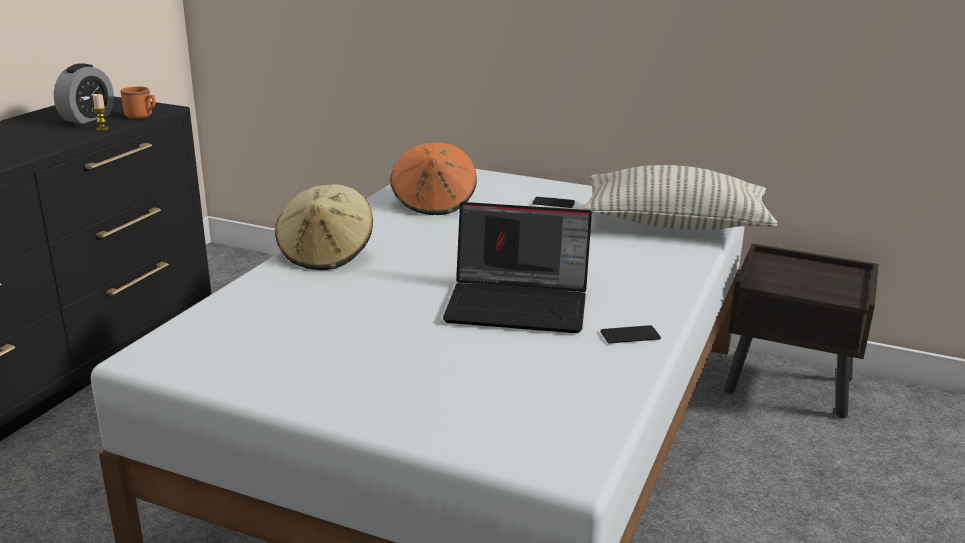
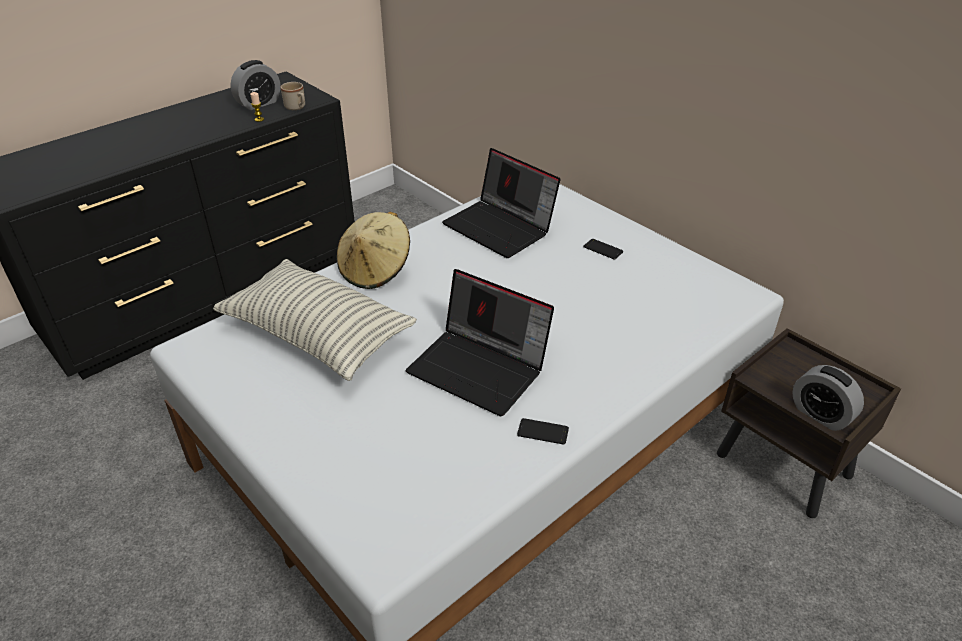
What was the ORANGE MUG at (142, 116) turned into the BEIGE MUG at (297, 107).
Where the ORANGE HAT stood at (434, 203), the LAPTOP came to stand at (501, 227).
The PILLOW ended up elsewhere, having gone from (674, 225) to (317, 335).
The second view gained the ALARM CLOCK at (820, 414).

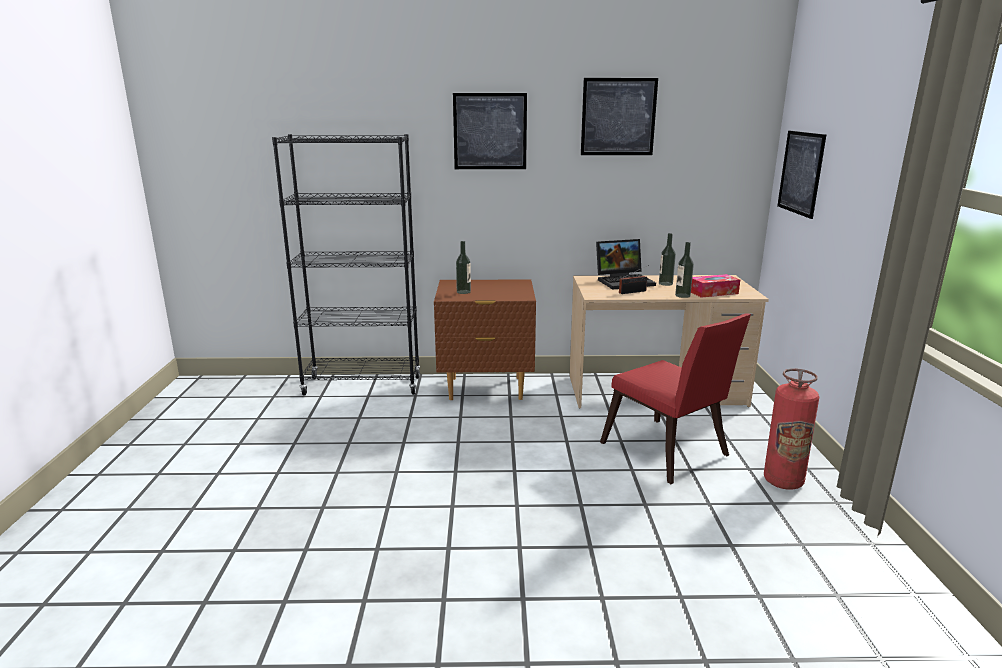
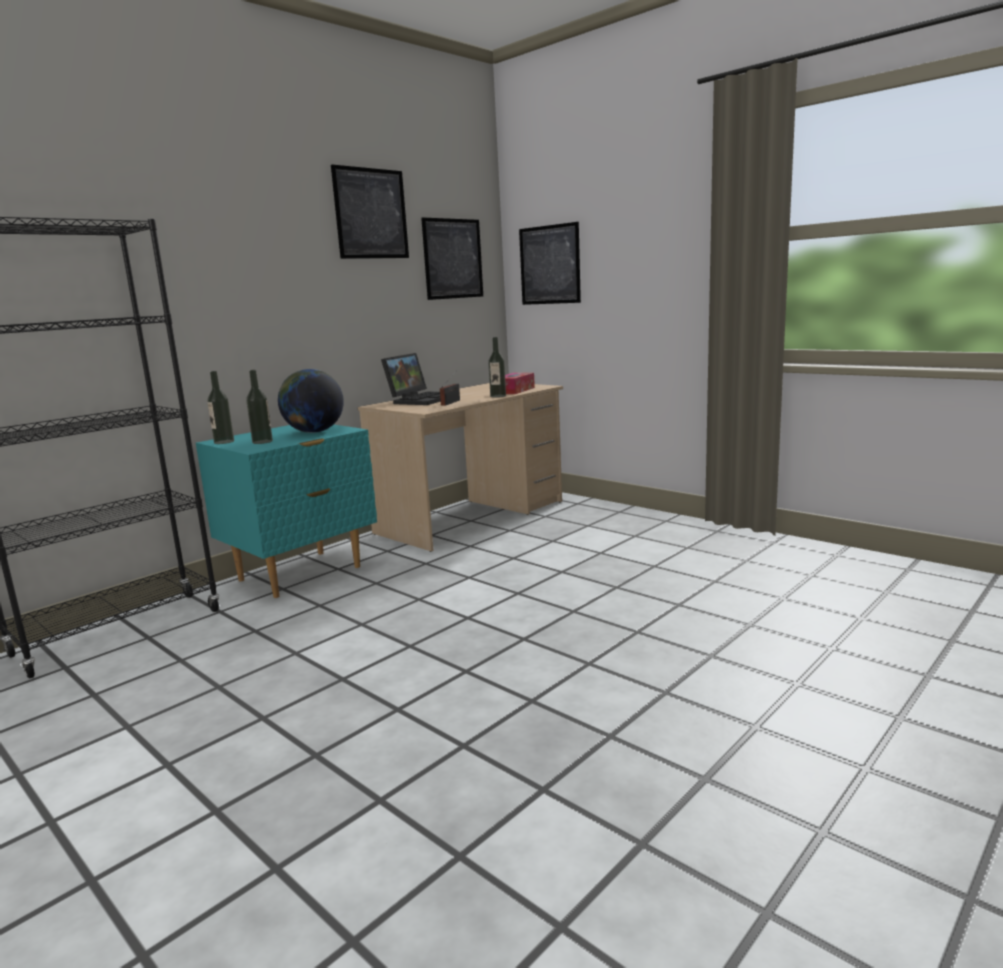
The PICTURE ended up elsewhere, having gone from (490, 131) to (453, 259).
The BOTTLE ended up elsewhere, having gone from (665, 283) to (224, 442).
What was the BROWN NIGHTSTAND at (486, 389) turned into the TURQUOISE NIGHTSTAND at (301, 574).
The second view lost the RED CHAIR at (668, 454).
The second view lost the FIRE EXTINGUISHER at (783, 481).
The second view gained the GLOBE at (314, 432).

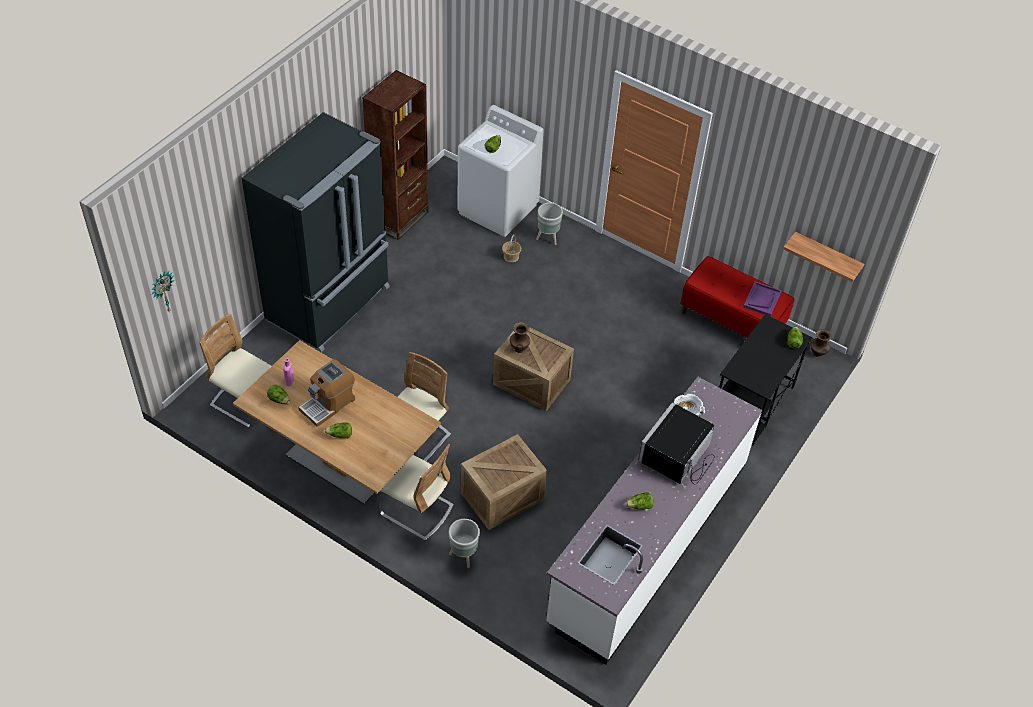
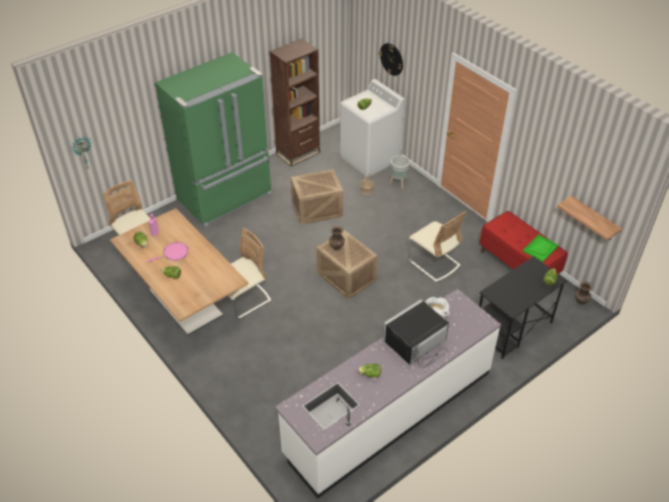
What was the BLACK FRIDGE at (330, 304) turned into the GREEN FRIDGE at (226, 198).
What was the PURPLE TRAY at (762, 299) turned into the GREEN TRAY at (540, 249).
Where the COFFEE MACHINE stood at (328, 404), the PINK FRYING PAN came to stand at (174, 253).
The CRATE ended up elsewhere, having gone from (503, 495) to (317, 209).
The BEIGE CHAIR ended up elsewhere, having gone from (416, 510) to (433, 263).
The second view lost the GREY PLANTER at (463, 556).
The second view gained the WALL CLOCK at (391, 59).

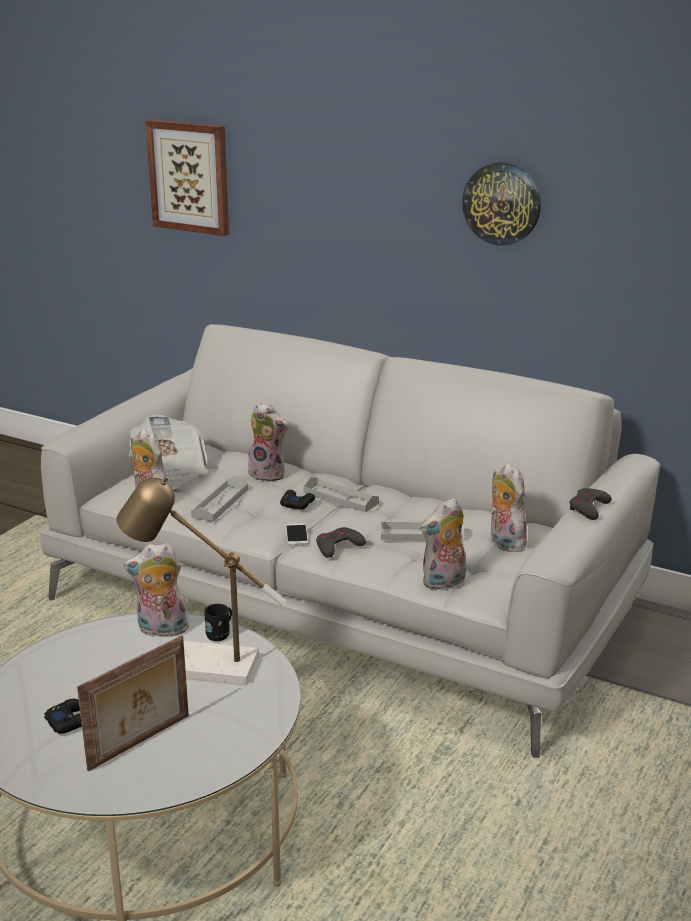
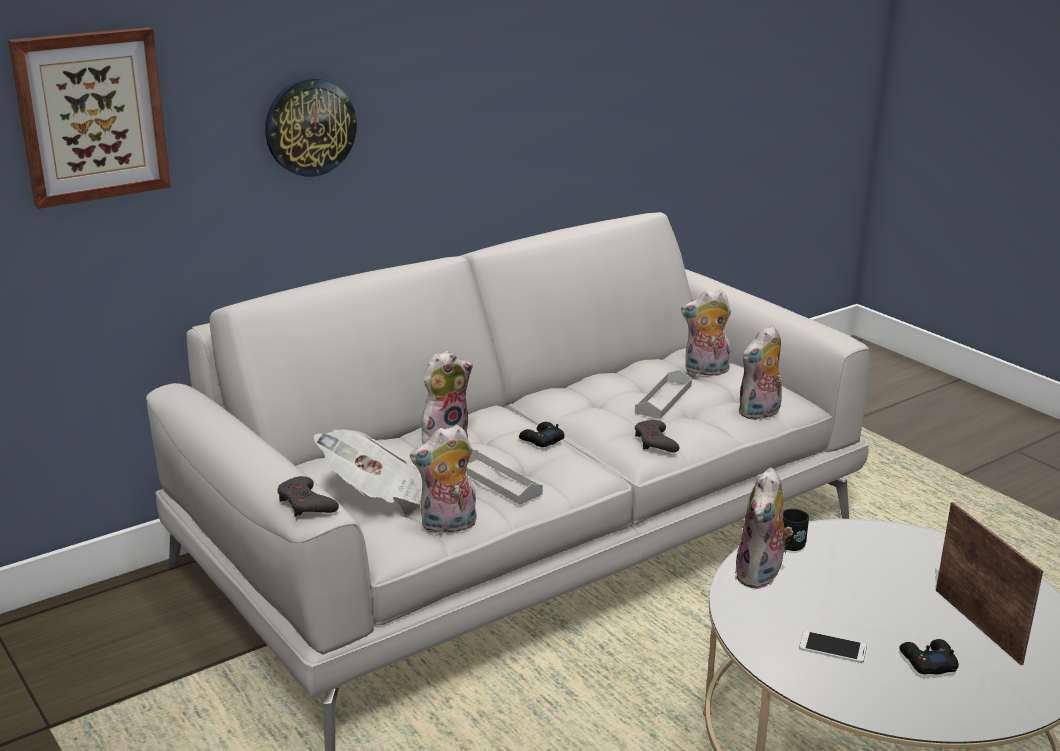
The WALL CLOCK ended up elsewhere, having gone from (502, 203) to (310, 127).
The second view lost the TABLE LAMP at (200, 666).
The second view lost the GREY TRAY at (340, 498).
The GREY GAME CONTROLLER ended up elsewhere, having gone from (588, 508) to (306, 503).
The PLUSH TOY at (444, 583) ended up facing another way, 60 degrees clockwise from before.
The PHONE ended up elsewhere, having gone from (297, 534) to (832, 647).

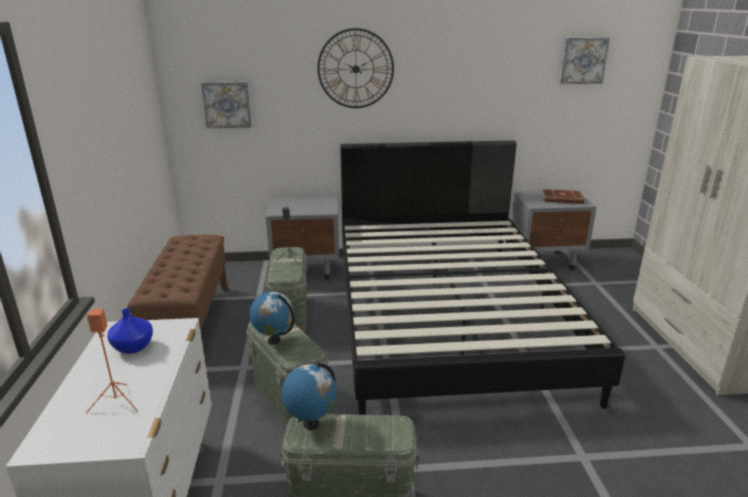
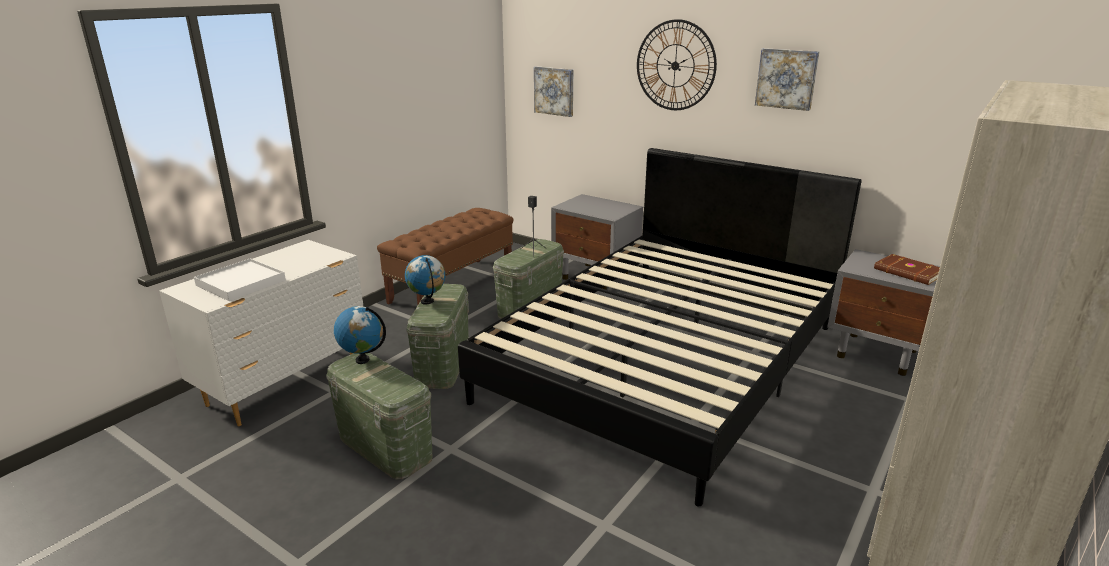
The PICTURE ended up elsewhere, having gone from (582, 60) to (787, 78).
The second view lost the BLUE VASE at (134, 347).
Where the ORANGE SPEAKER stood at (117, 402), the WHITE TRAY came to stand at (241, 283).

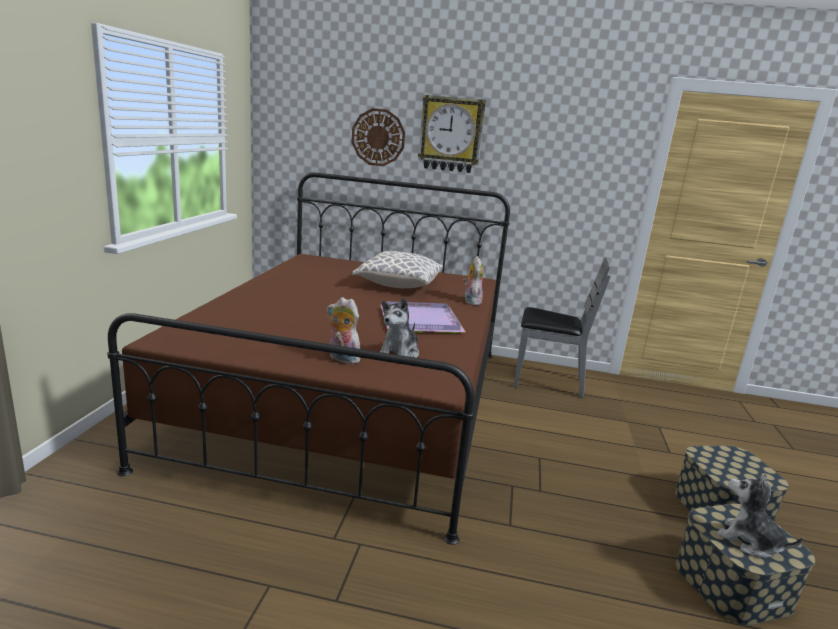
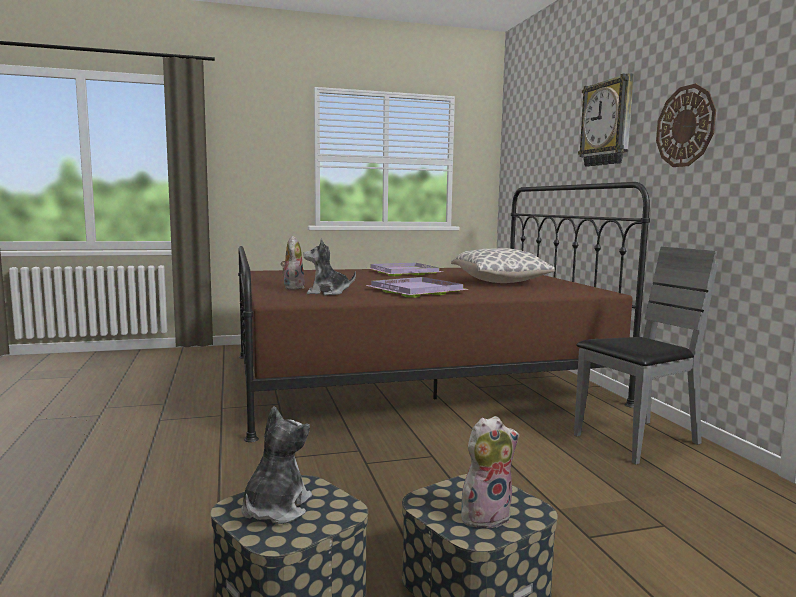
The WALL CLOCK ended up elsewhere, having gone from (378, 137) to (685, 126).
The PLUSH TOY ended up elsewhere, having gone from (471, 301) to (485, 515).
The GREY CHAIR at (547, 382) ended up facing another way, 105 degrees counterclockwise from before.
The second view gained the PURPLE TRAY at (404, 272).

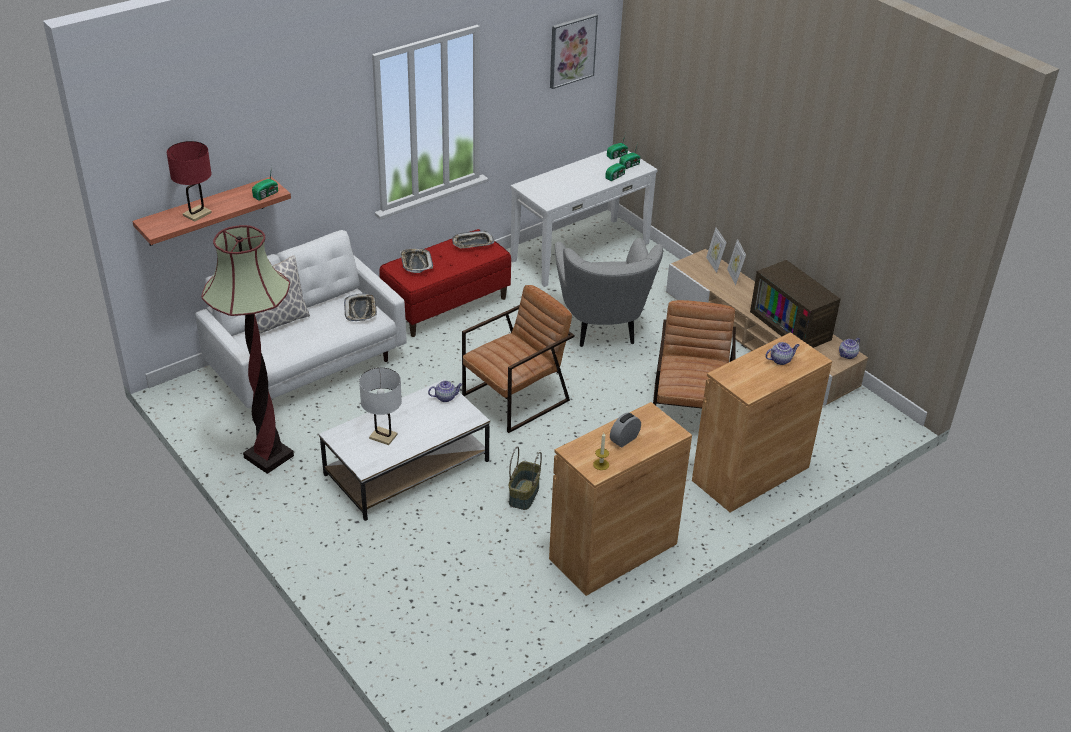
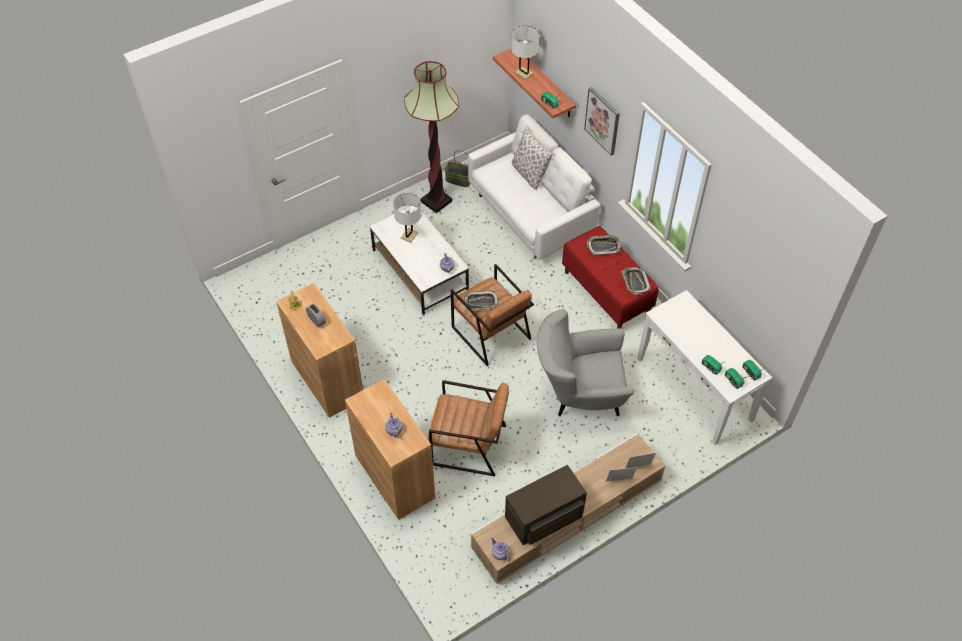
The PICTURE ended up elsewhere, having gone from (572, 50) to (602, 120).
What was the RED TABLE LAMP at (197, 214) turned into the WHITE TABLE LAMP at (523, 73).
The TRAY ended up elsewhere, having gone from (361, 310) to (481, 303).
The BASKET ended up elsewhere, having gone from (524, 495) to (458, 180).

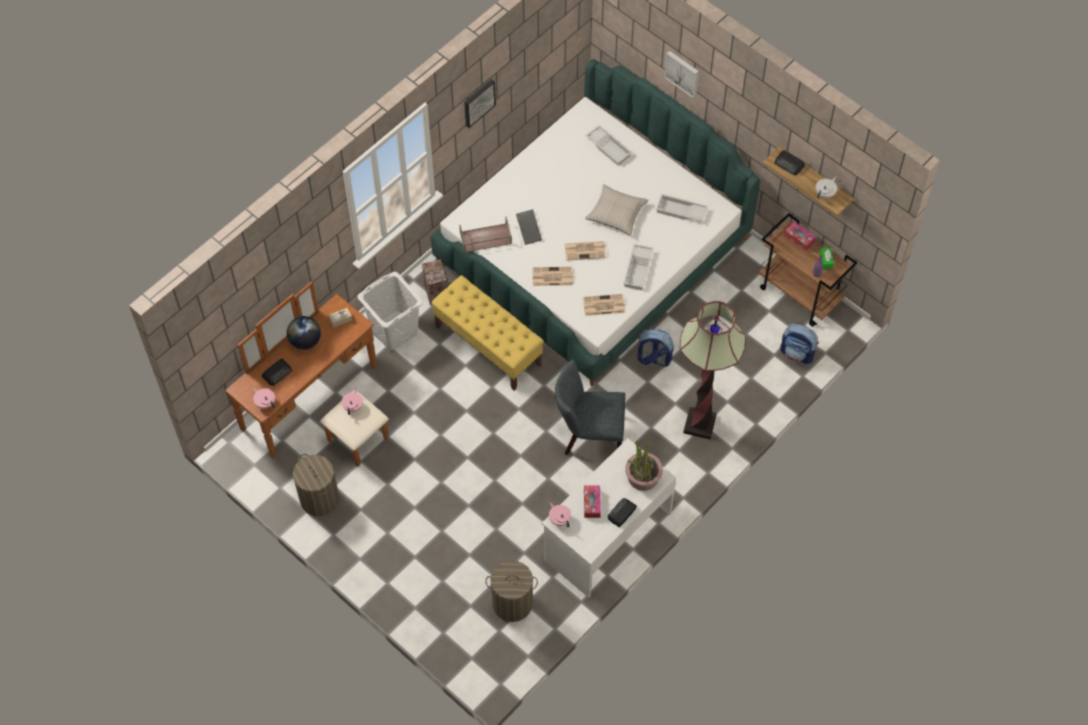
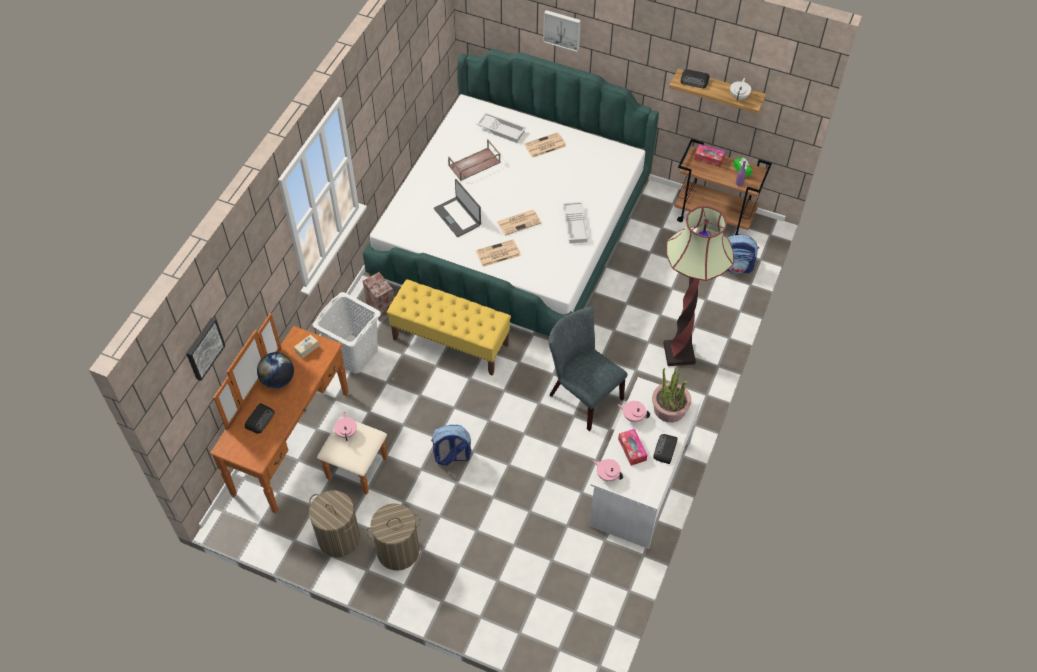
The PICTURE ended up elsewhere, having gone from (478, 102) to (203, 348).
The second view lost the BEIGE PILLOW at (616, 213).
The second view lost the WHITE TRAY at (680, 211).
Where the KEYBOARD stood at (529, 228), the LAPTOP came to stand at (458, 217).
The BROWN TRAY ended up elsewhere, having gone from (485, 238) to (474, 164).
The NEWSPAPER ended up elsewhere, having gone from (603, 305) to (544, 146).
The BACKPACK ended up elsewhere, having gone from (653, 358) to (452, 456).
The GREY CHAIR at (589, 435) ended up facing another way, 60 degrees clockwise from before.
The PINK TEAPOT ended up elsewhere, having gone from (265, 402) to (633, 416).
The LAUNDRY BASKET ended up elsewhere, having gone from (512, 603) to (398, 551).

